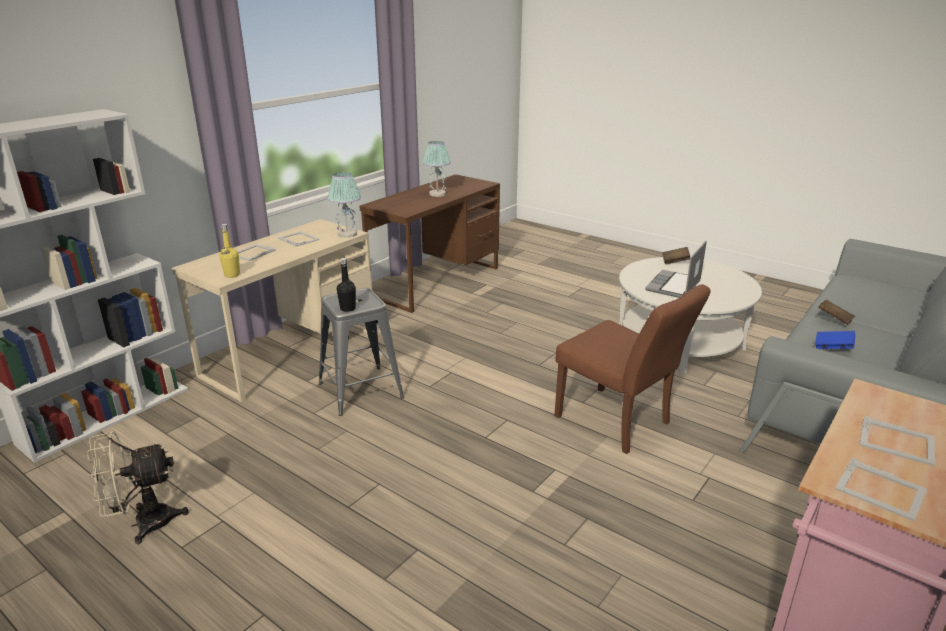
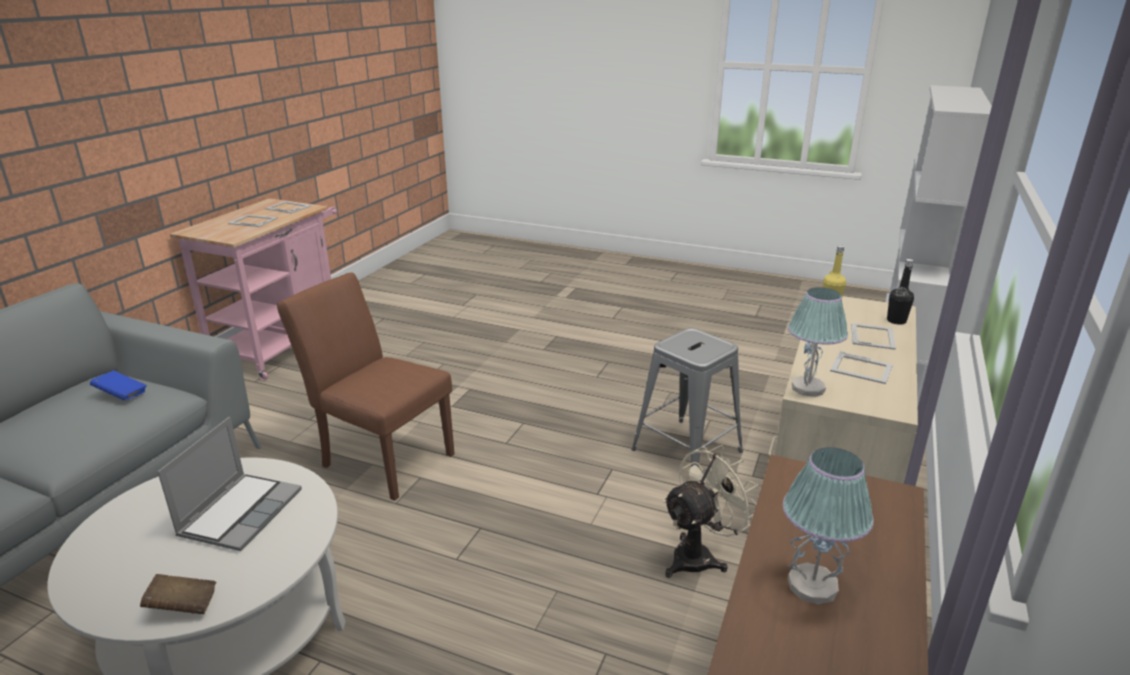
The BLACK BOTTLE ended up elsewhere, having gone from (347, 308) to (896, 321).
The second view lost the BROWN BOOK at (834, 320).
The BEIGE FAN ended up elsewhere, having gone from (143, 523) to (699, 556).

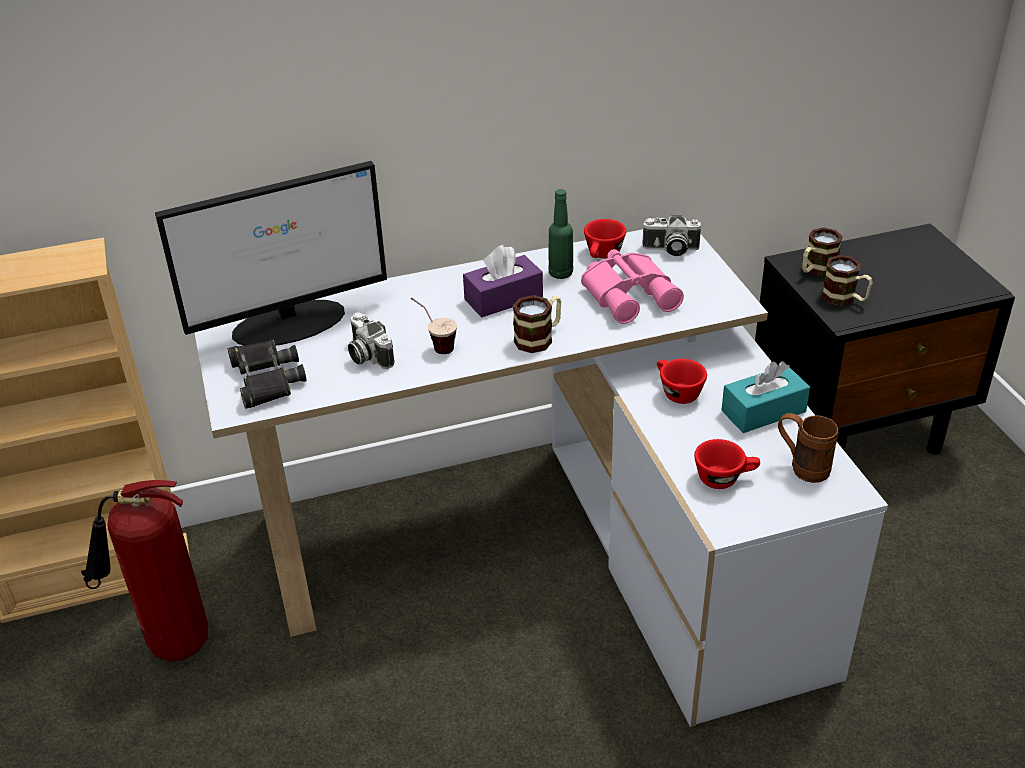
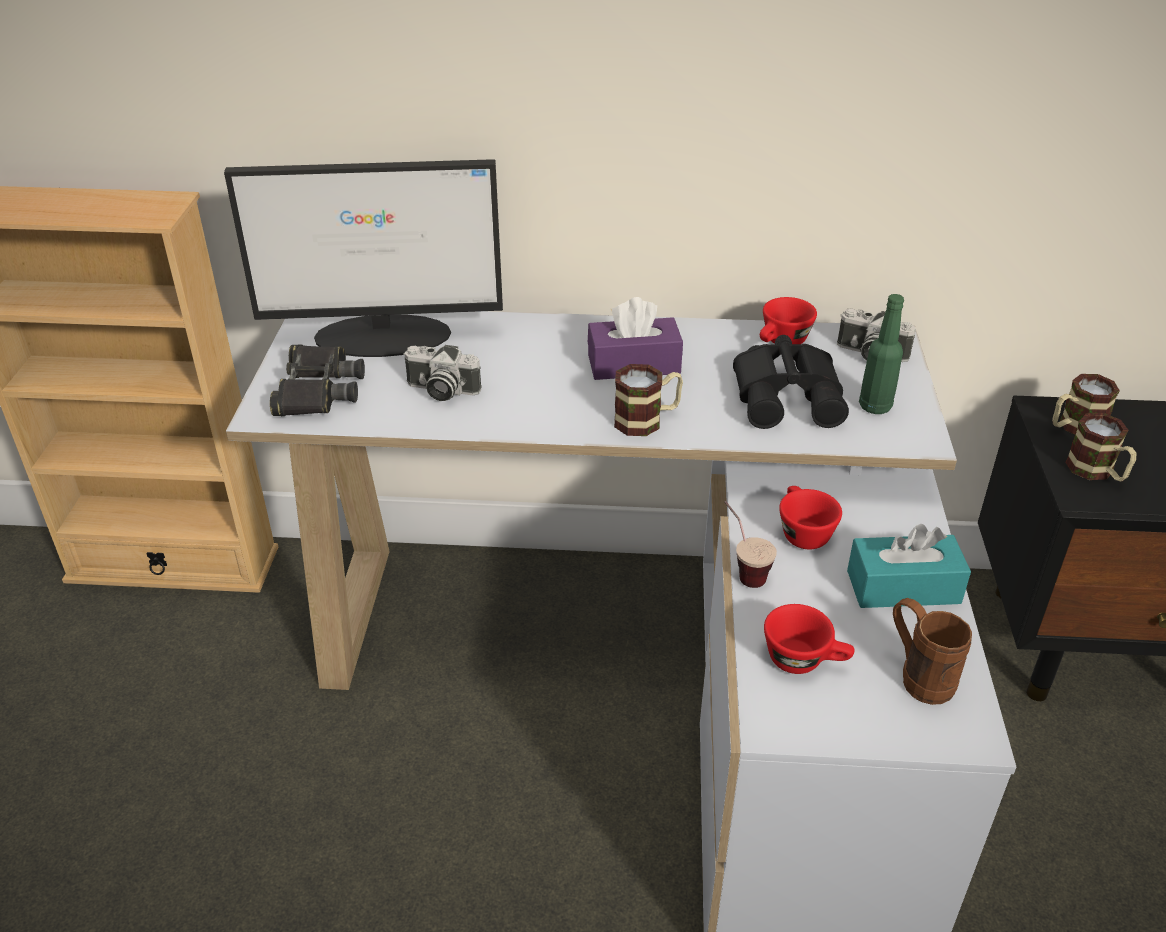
The GREEN BOTTLE ended up elsewhere, having gone from (560, 273) to (874, 406).
What was the PINK BINOCULARS at (630, 294) turned into the BLACK BINOCULARS at (789, 395).
The CUP ended up elsewhere, having gone from (434, 345) to (742, 570).
The PHOTO CAMERA at (367, 355) ended up facing another way, 60 degrees counterclockwise from before.
The second view lost the FIRE EXTINGUISHER at (172, 645).

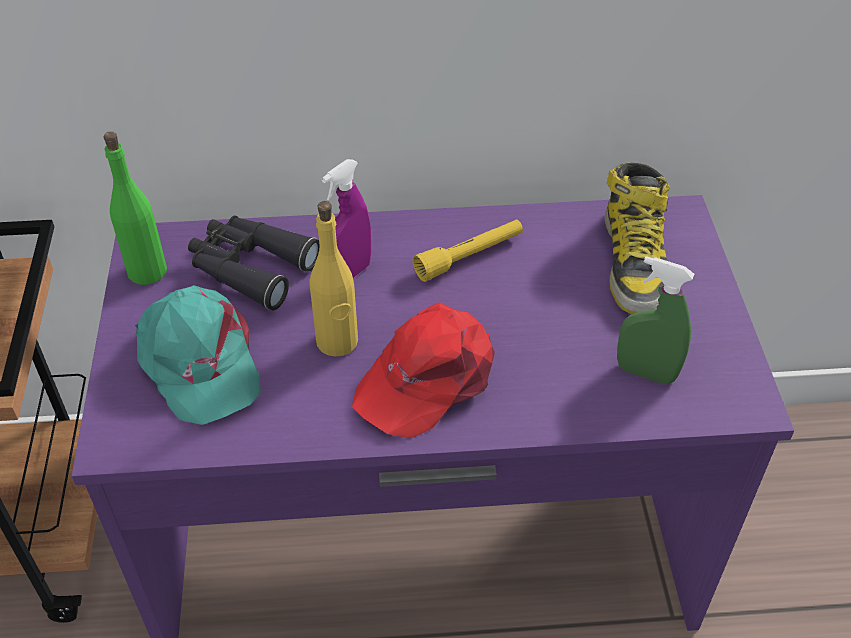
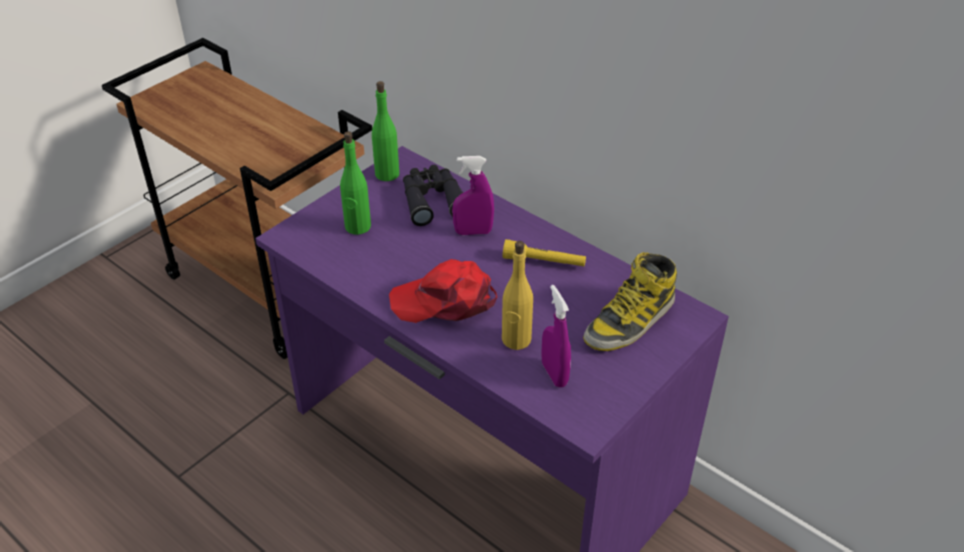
The YELLOW BOTTLE ended up elsewhere, having gone from (337, 342) to (516, 340).
What was the GREEN SPRAY BOTTLE at (645, 372) turned into the PURPLE SPRAY BOTTLE at (554, 374).
Where the TURQUOISE CAP stood at (199, 362), the GREEN BOTTLE came to stand at (357, 227).

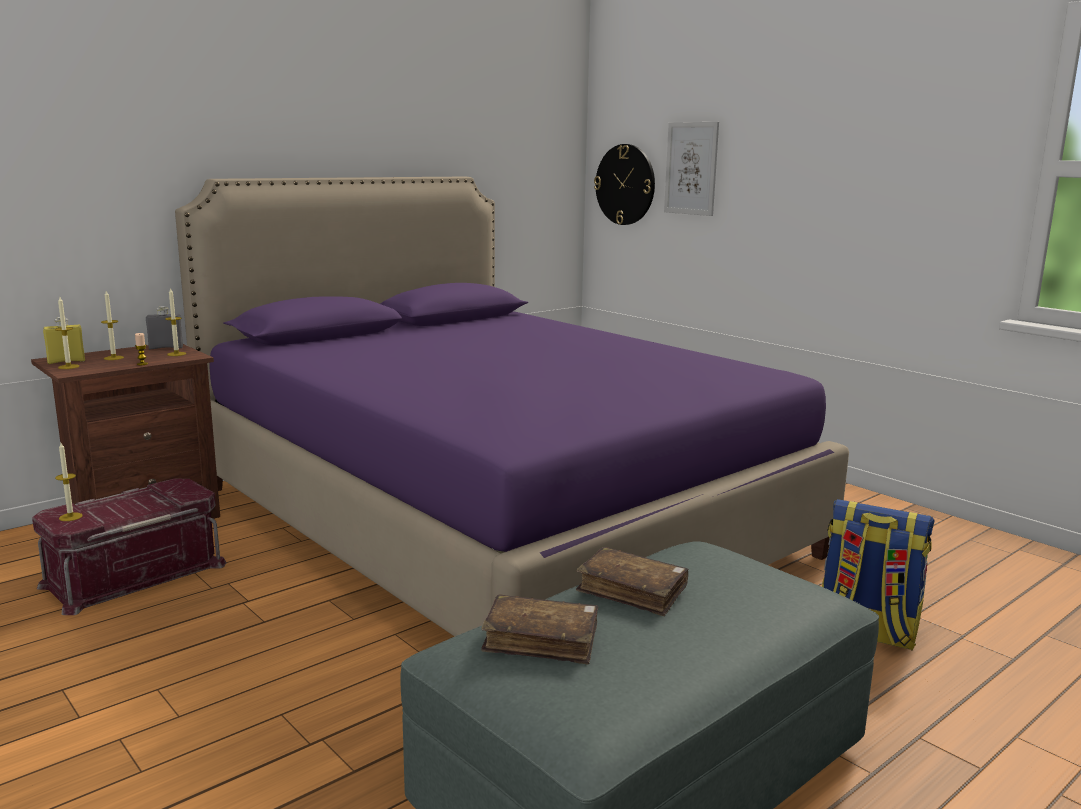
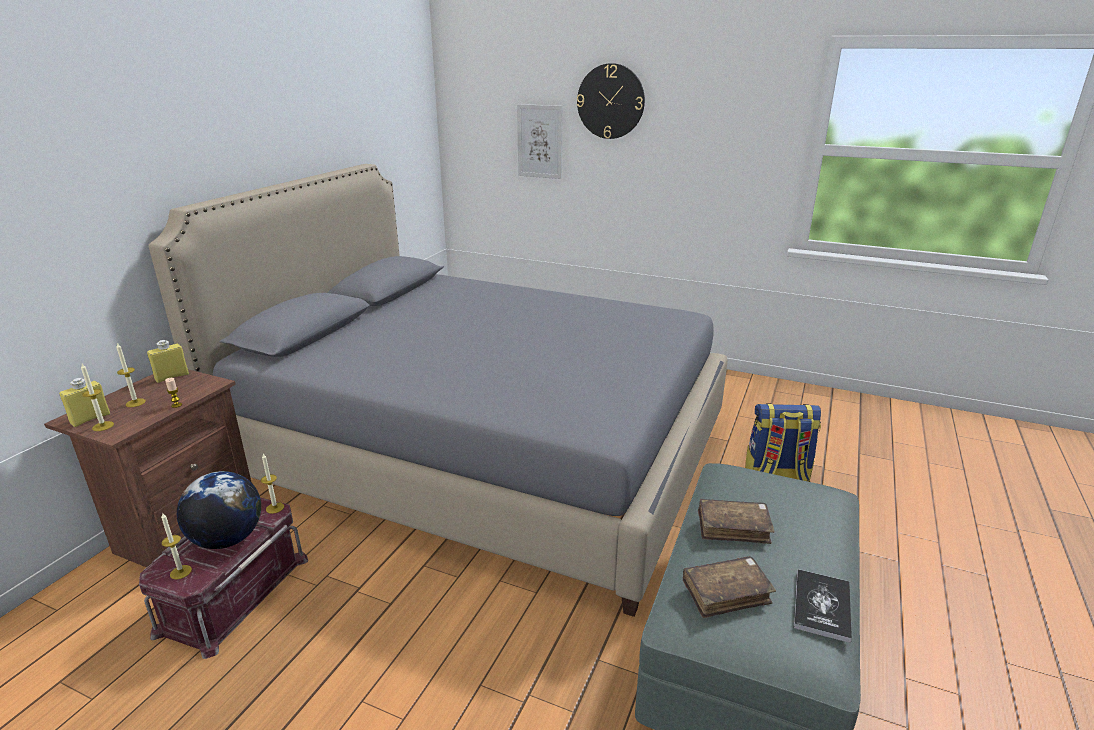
The WALL CLOCK ended up elsewhere, having gone from (625, 184) to (610, 101).
What was the PURPLE BED at (493, 520) turned into the GREY BED at (482, 452).
The CANDLE ended up elsewhere, having gone from (176, 354) to (275, 508).
What was the GREY BOTTLE at (166, 348) turned into the YELLOW BOTTLE at (172, 377).
The second view gained the GLOBE at (227, 539).
The second view gained the BOOK at (822, 606).

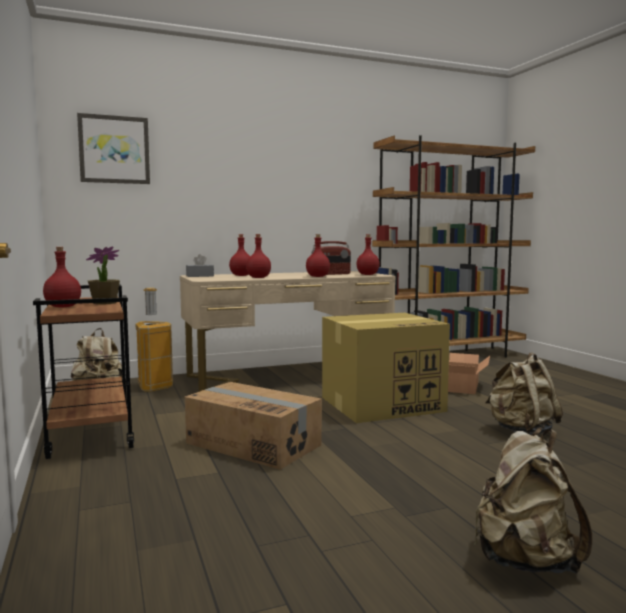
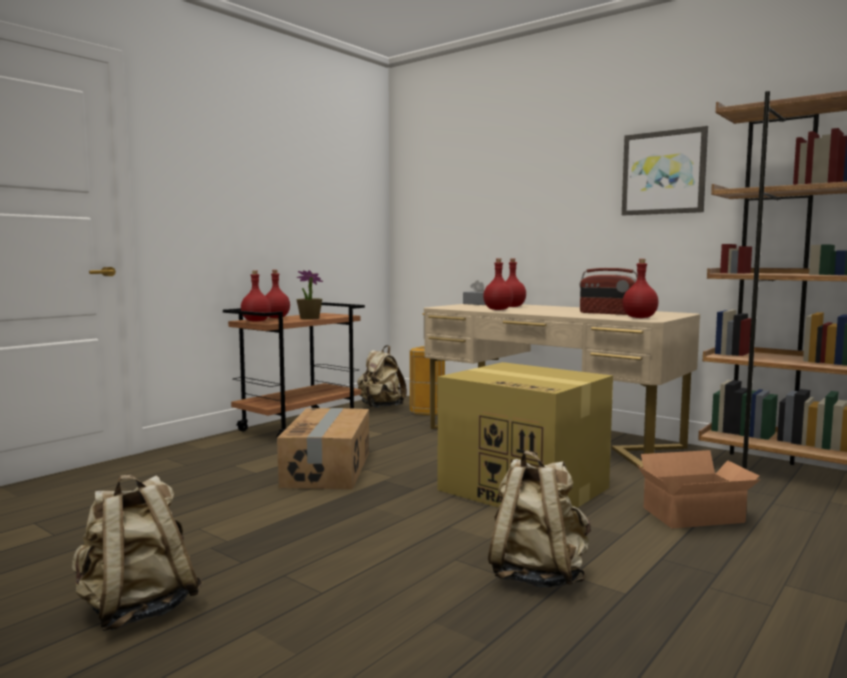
The PICTURE ended up elsewhere, having gone from (114, 149) to (663, 173).
The RED BOTTLE ended up elsewhere, having gone from (318, 276) to (256, 321).

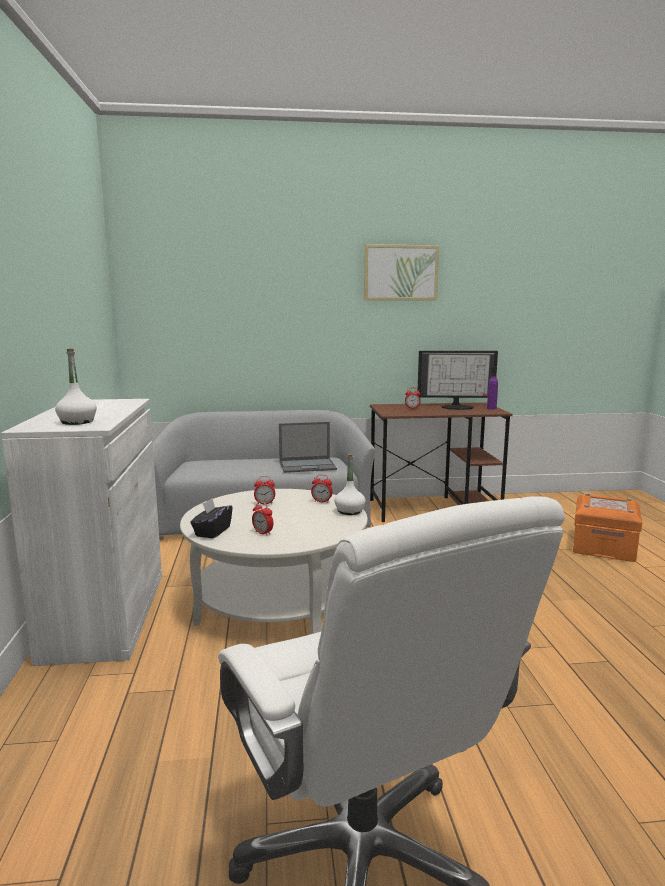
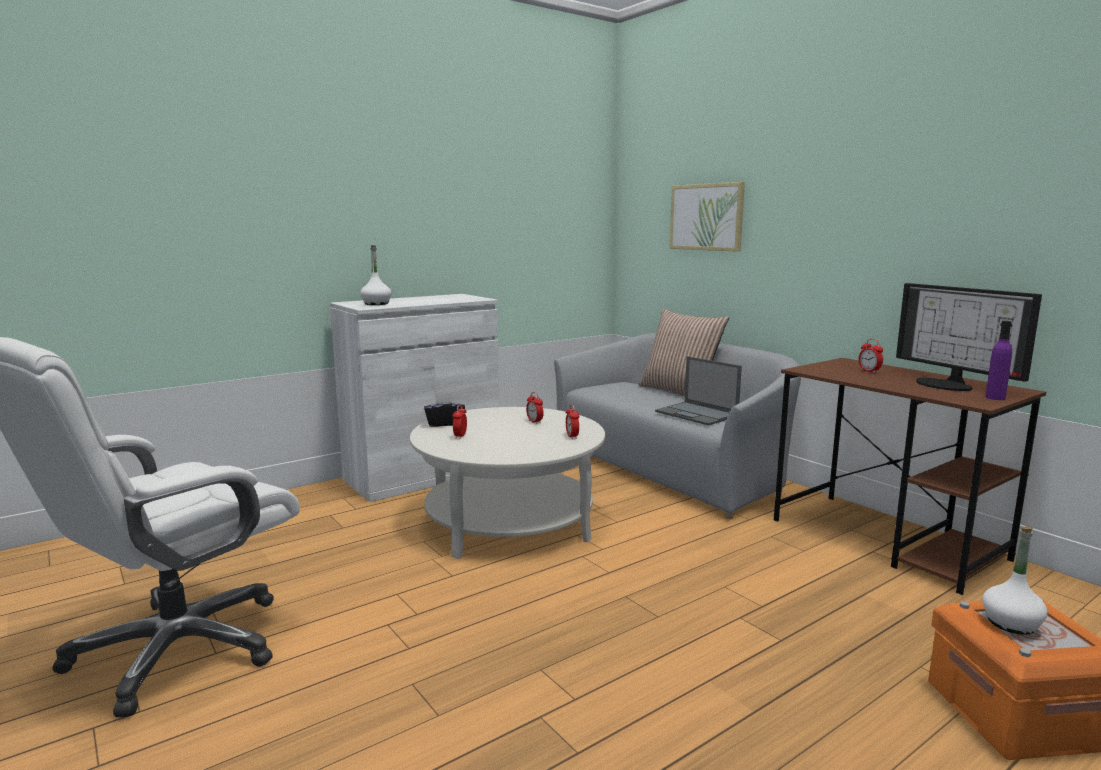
The PICTURE ended up elsewhere, having gone from (400, 273) to (706, 217).
The WHITE BOTTLE ended up elsewhere, having gone from (349, 511) to (1010, 623).
The second view gained the PILLOW at (680, 392).

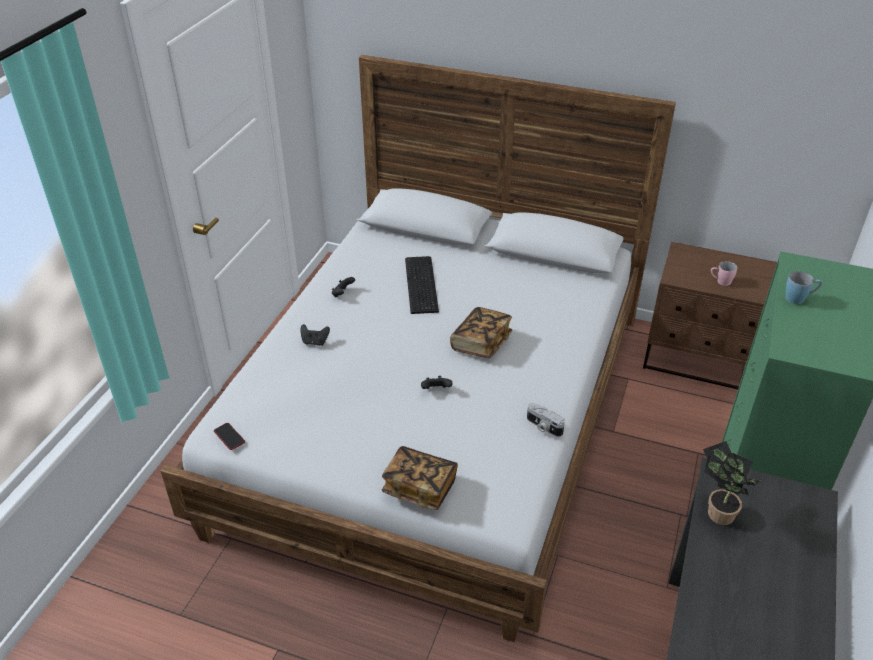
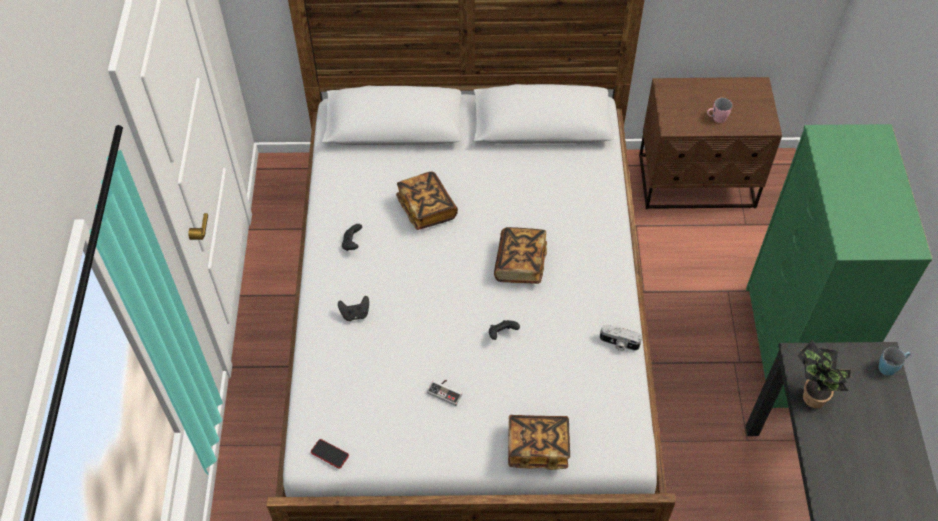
Where the KEYBOARD stood at (419, 285), the BOOK came to stand at (426, 209).
The BLUE MUG ended up elsewhere, having gone from (799, 298) to (890, 367).
The second view gained the GAME CONTROLLER at (446, 391).

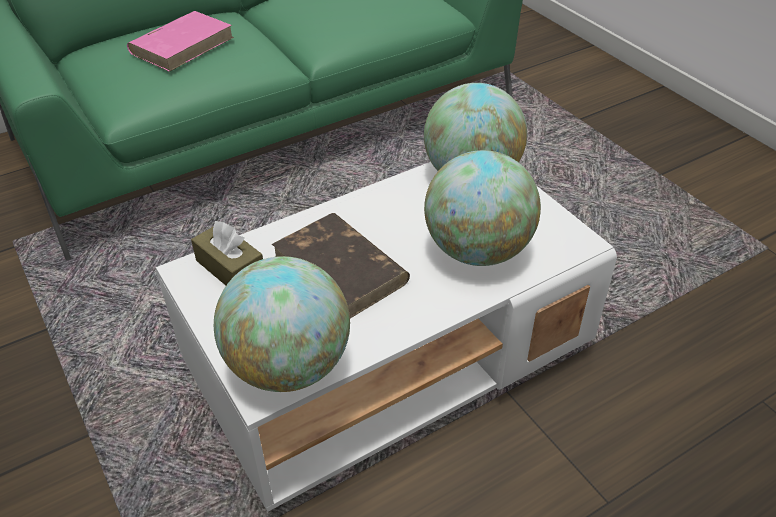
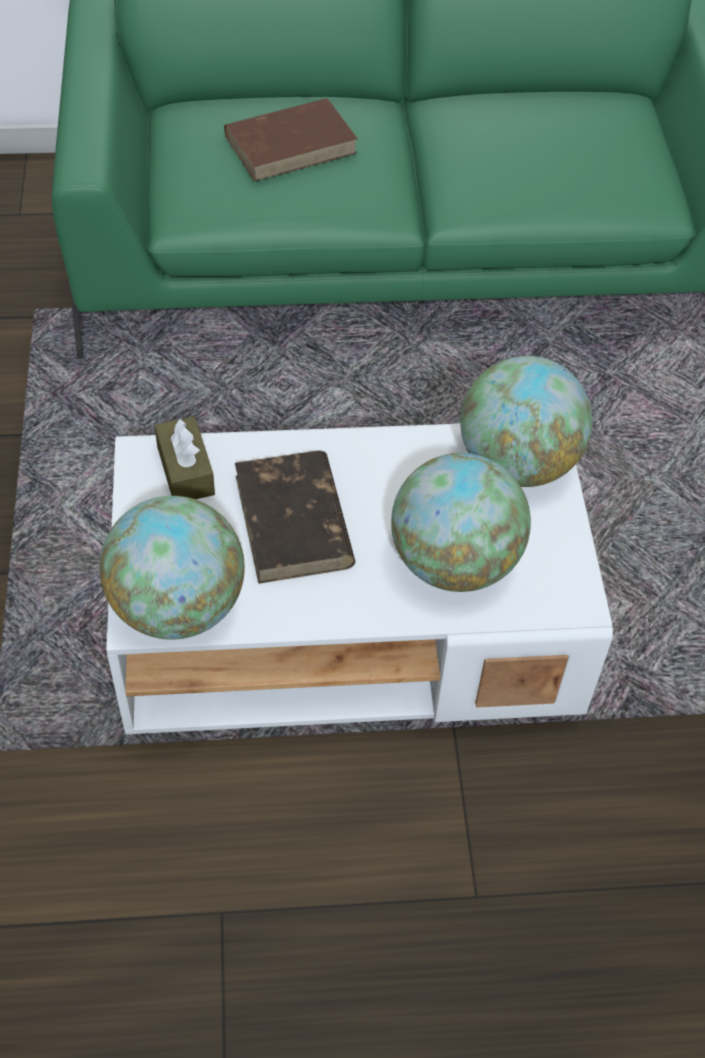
What was the PINK BOOK at (182, 45) turned into the BROWN BOOK at (291, 144).

